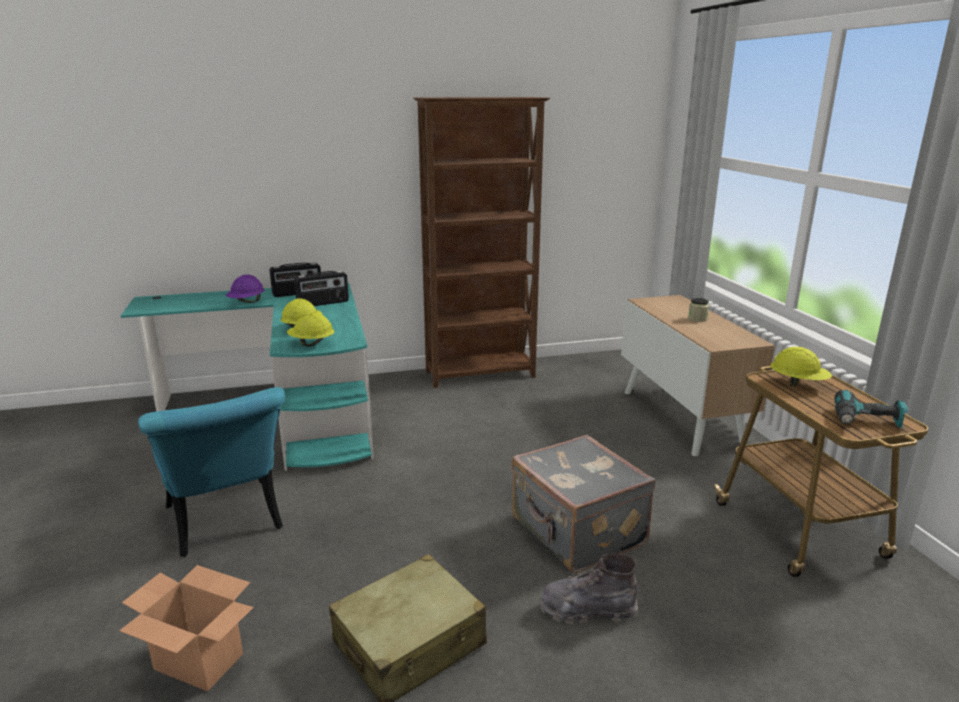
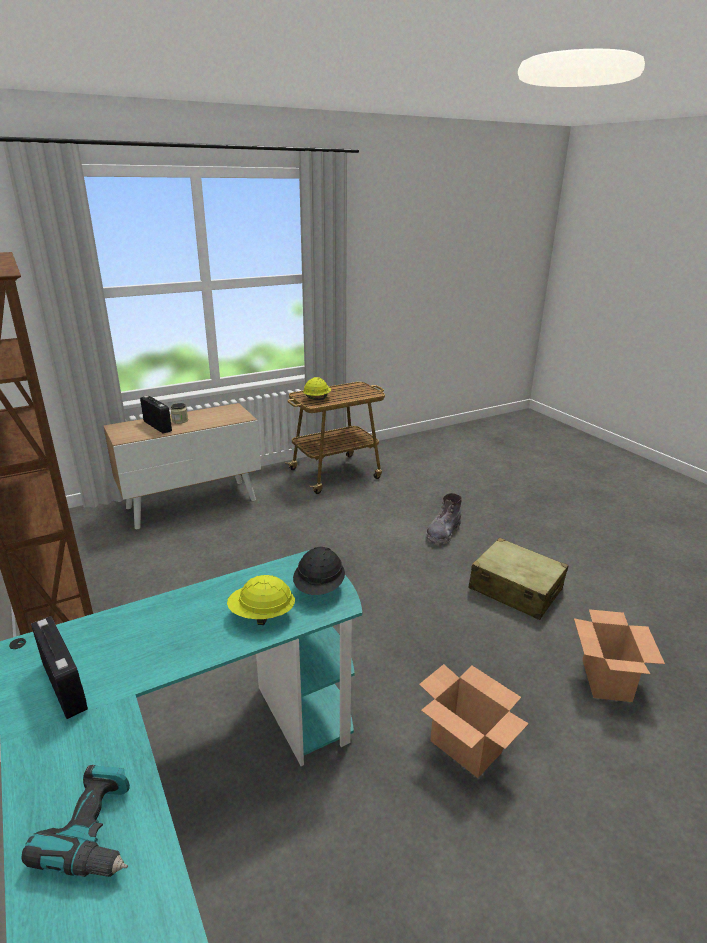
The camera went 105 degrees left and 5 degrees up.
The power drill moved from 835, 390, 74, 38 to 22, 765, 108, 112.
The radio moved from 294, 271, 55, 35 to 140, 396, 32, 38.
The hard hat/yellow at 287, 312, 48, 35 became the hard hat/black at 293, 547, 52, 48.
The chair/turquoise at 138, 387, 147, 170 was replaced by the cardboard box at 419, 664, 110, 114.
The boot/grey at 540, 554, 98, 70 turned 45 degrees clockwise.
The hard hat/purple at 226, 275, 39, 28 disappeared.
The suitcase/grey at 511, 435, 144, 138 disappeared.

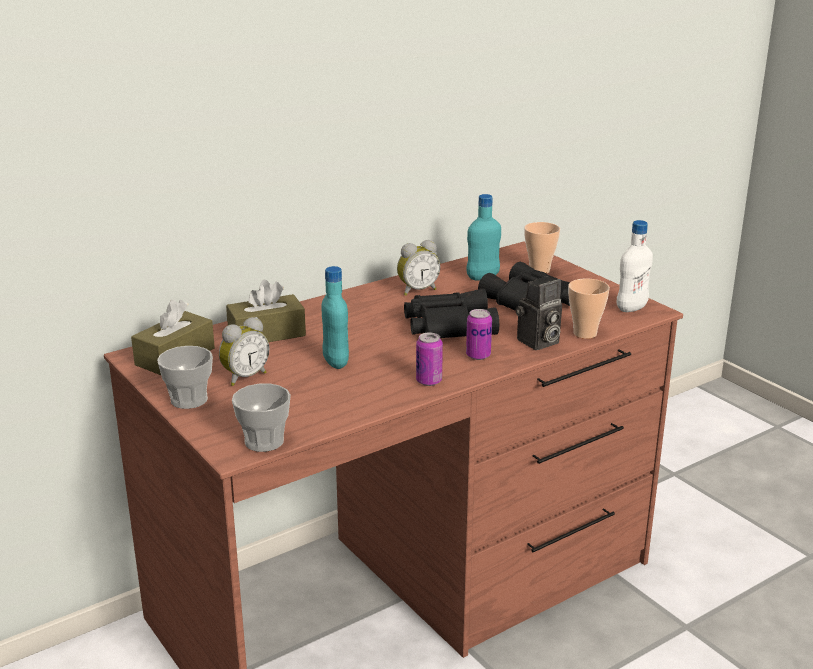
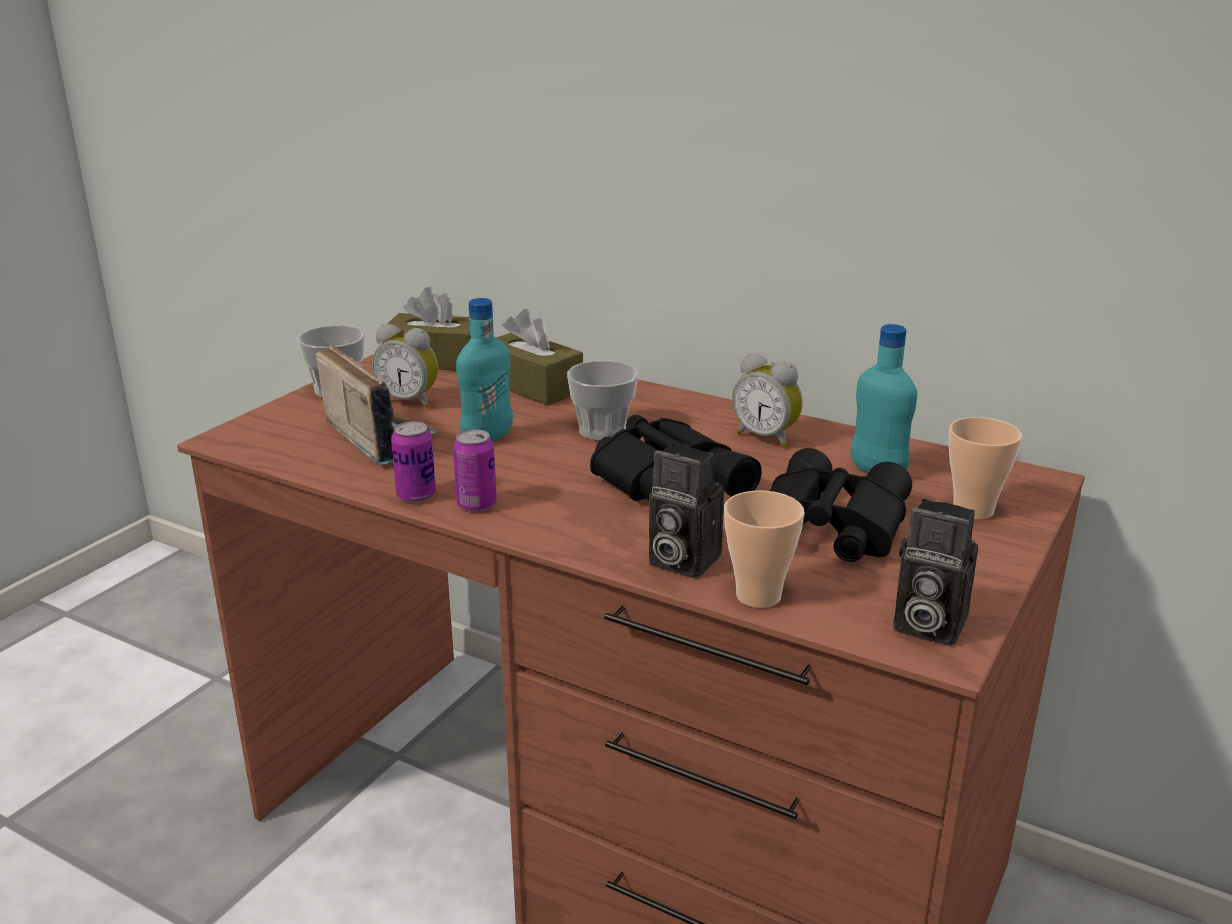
The camera went 65 degrees right and 0 degrees up.
The radio at 315, 345, 123, 120 appeared.
The can moved from 466, 309, 26, 51 to 391, 421, 45, 82.
The cup moved from 232, 383, 59, 69 to 567, 360, 71, 81.
The bottle/white at 617, 220, 36, 92 was replaced by the photo camera at 894, 499, 84, 147.

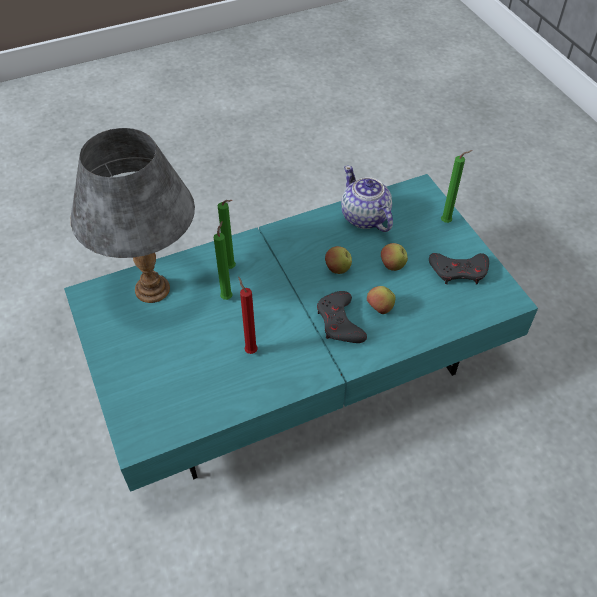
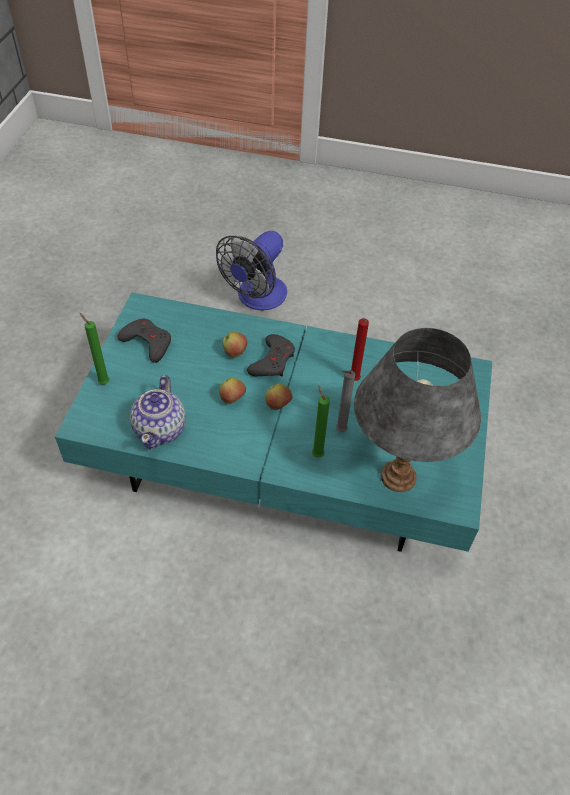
The camera went 145 degrees left and 0 degrees up.
The fan at 216, 231, 71, 80 appeared.
The apple moved from 381, 243, 27, 28 to 266, 384, 26, 26.
The candle/green at 214, 221, 19, 79 became the candle/grey at 336, 370, 19, 62.

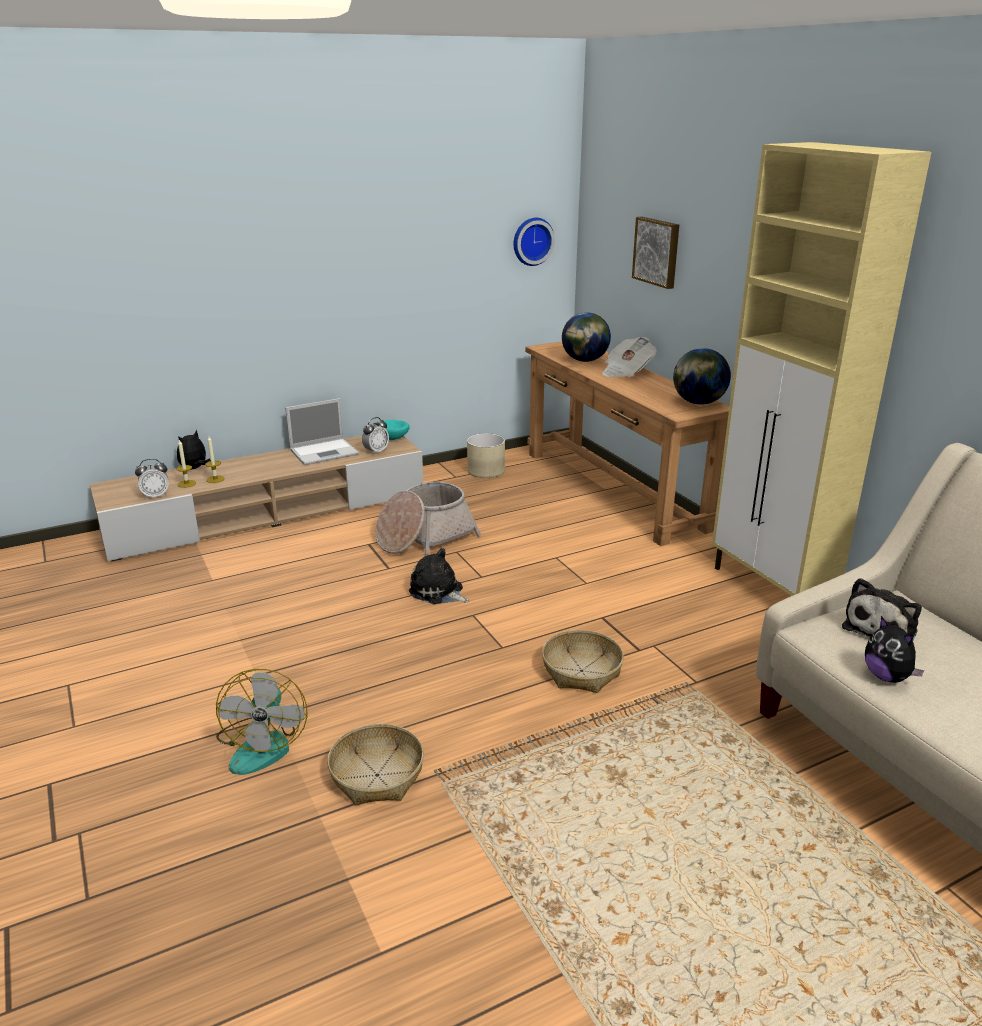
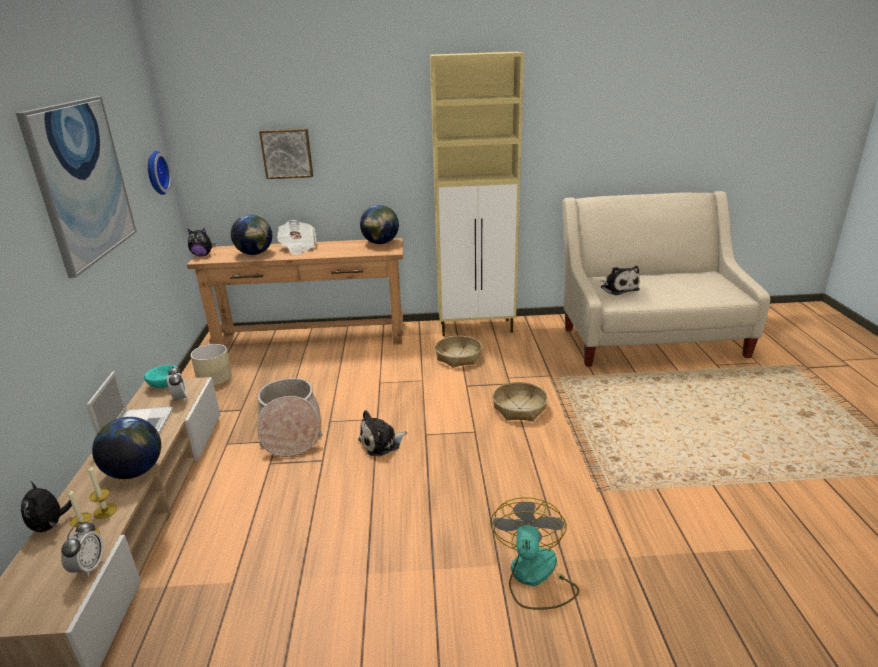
The camera went 65 degrees left and 0 degrees up.
The picture at 16, 96, 121, 182 appeared.
The globe at 92, 417, 69, 62 appeared.
The plush toy moved from 865, 616, 59, 67 to 188, 228, 28, 28.
The basket moved from 327, 724, 97, 81 to 435, 336, 47, 32.
The fan at 216, 669, 91, 106 turned 105 degrees counterclockwise.

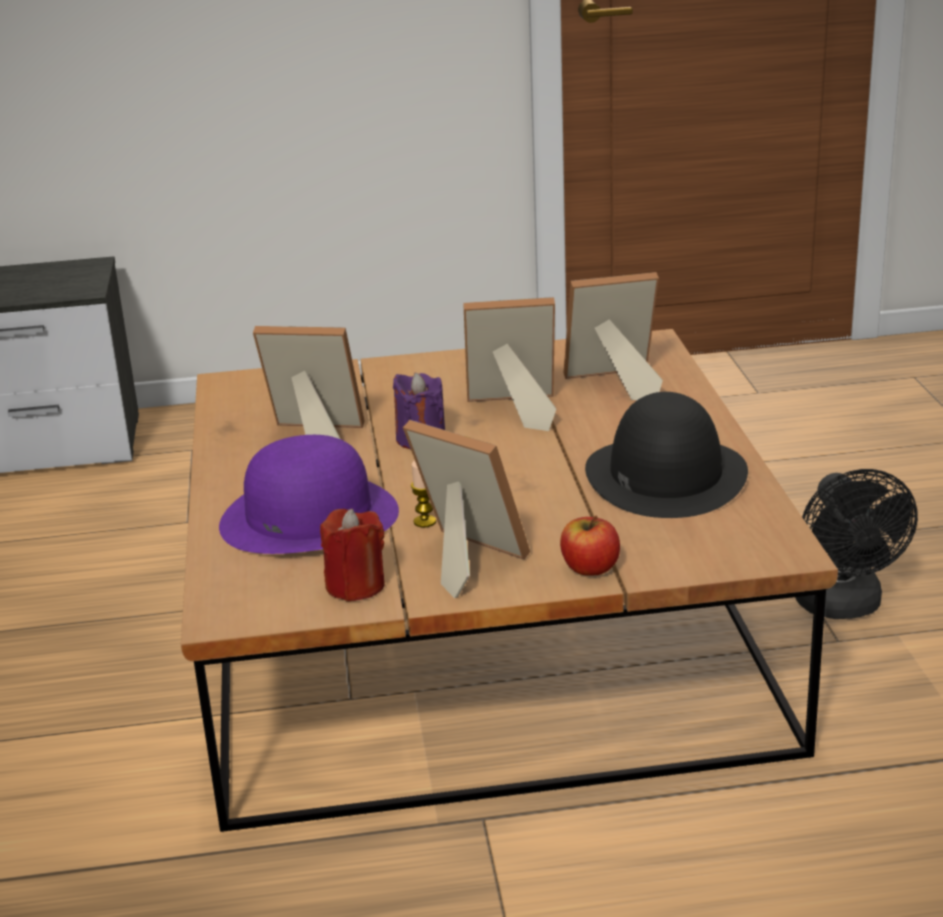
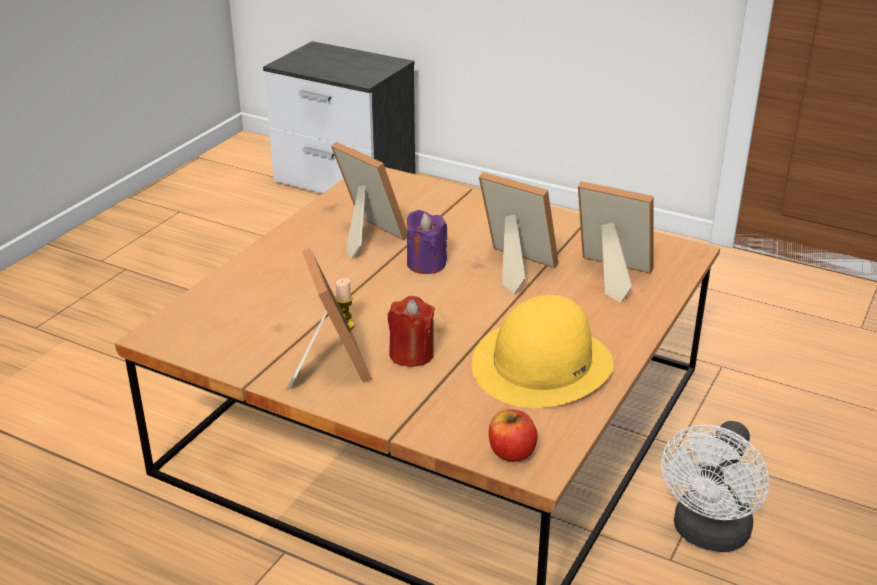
The camera went 35 degrees right and 5 degrees up.
The candle/red moved from 320, 509, 65, 93 to 388, 296, 47, 71.
The hat/black at 585, 392, 163, 126 became the hat/yellow at 472, 295, 142, 113.
The apple moved from 560, 516, 60, 60 to 489, 409, 48, 53.
The fan/black at 795, 469, 123, 150 became the fan/white at 661, 421, 108, 131.
The hat/purple at 219, 435, 180, 119 disappeared.

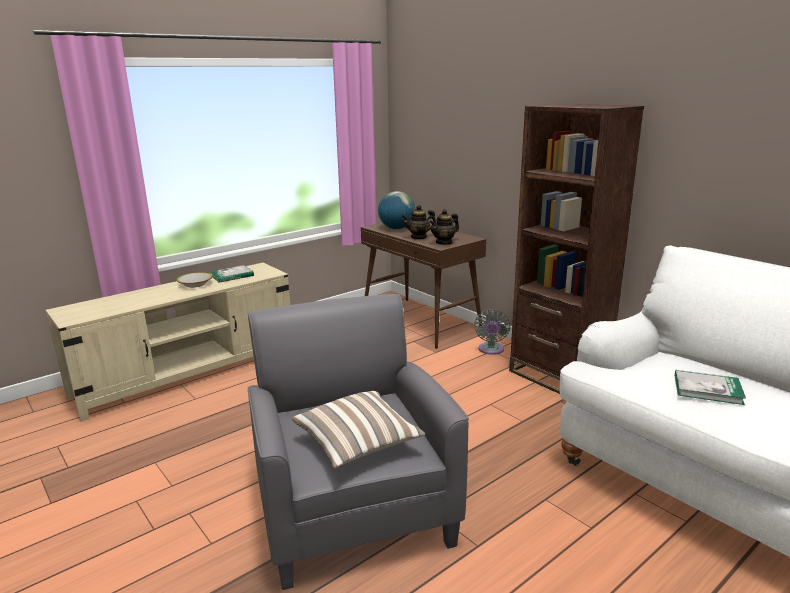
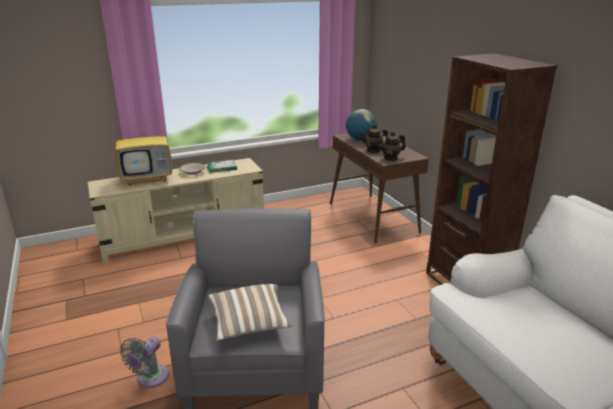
The camera went 15 degrees right and 5 degrees up.
The television at 115, 114, 57, 71 appeared.
The fan/grey moved from 474, 309, 36, 46 to 120, 337, 49, 51.
The book at 675, 370, 71, 35 disappeared.

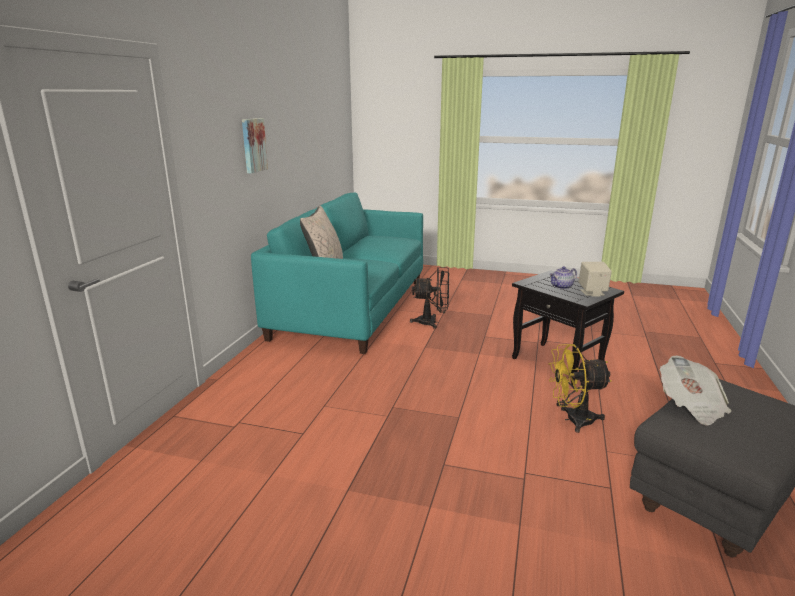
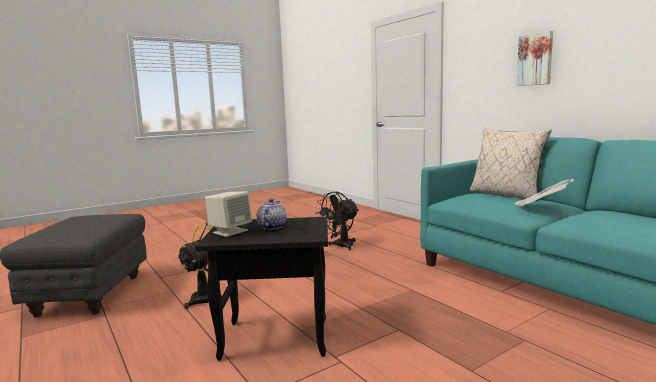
The camera went 130 degrees right and 10 degrees down.
The fan/black moved from 410, 267, 39, 62 to 315, 192, 44, 58.
The newspaper moved from 660, 356, 71, 70 to 515, 179, 59, 27.

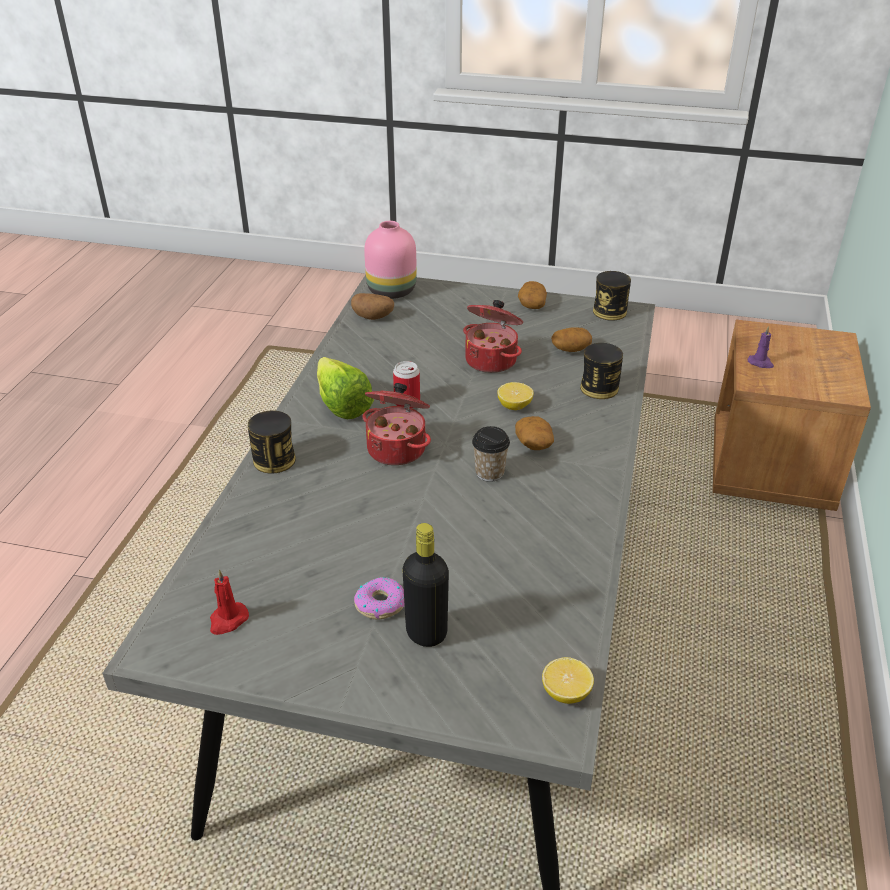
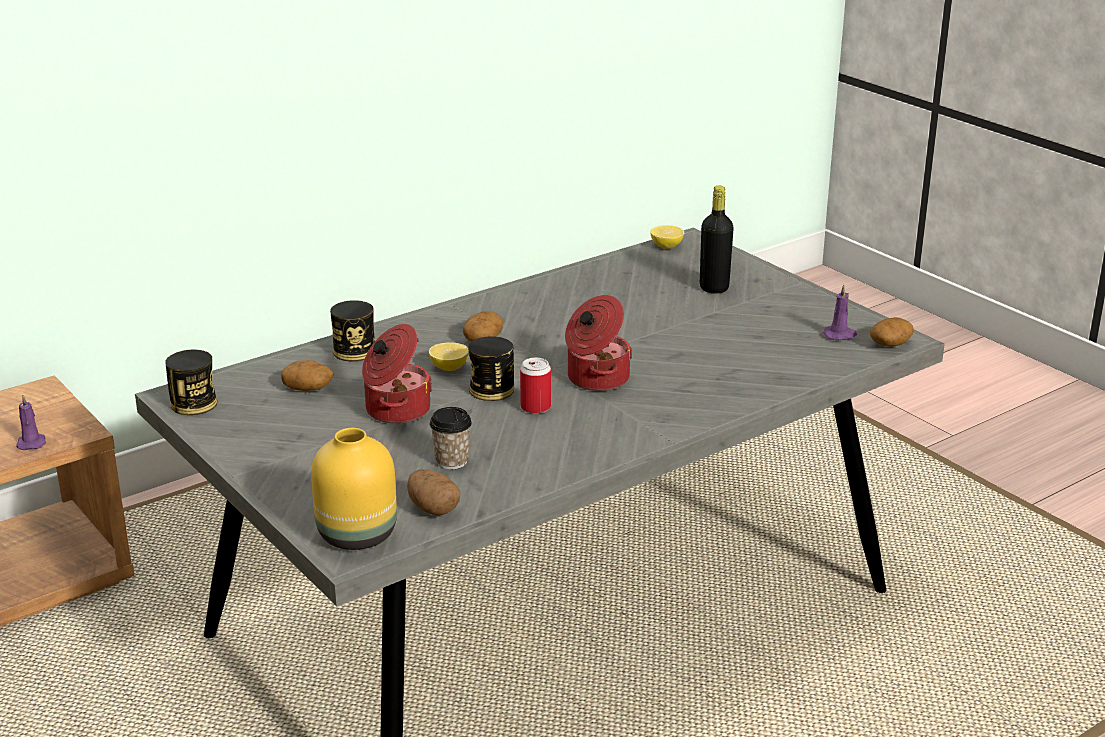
The camera went 140 degrees left and 10 degrees down.
The vase/pink at 364, 221, 53, 78 became the vase/yellow at 311, 428, 86, 122.
The cup moved from 472, 426, 38, 56 to 429, 407, 43, 62.
The can moved from 248, 410, 48, 64 to 468, 336, 46, 65.
The candle/red at 210, 570, 39, 65 became the candle/purple at 823, 284, 34, 56.
The potato moved from 518, 281, 29, 28 to 870, 317, 44, 30.
The lettuce at 317, 357, 57, 62 disappeared.
The donut at 354, 577, 51, 43 disappeared.

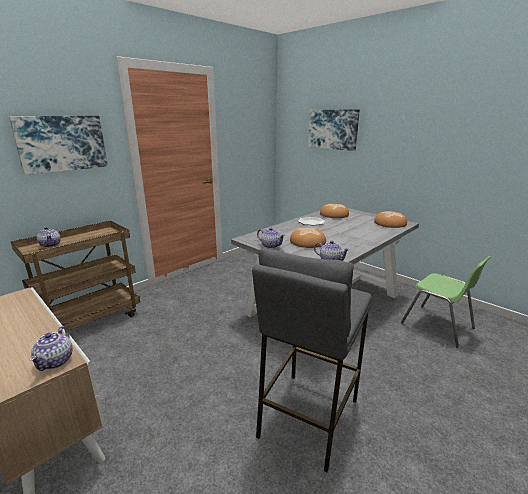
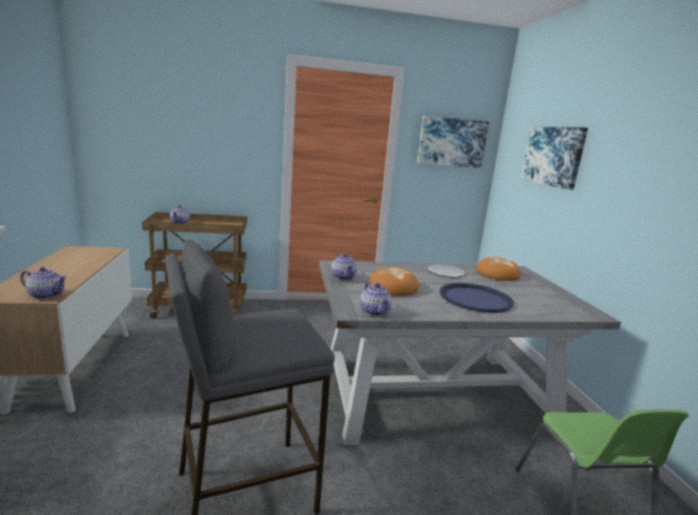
The camera went 35 degrees right and 5 degrees down.
The teapot at 29, 326, 44, 45 turned 120 degrees counterclockwise.
The picture moved from 9, 116, 99, 59 to 417, 116, 72, 52.
The tray/blue at 440, 283, 74, 30 appeared.
The bread at 374, 211, 33, 17 disappeared.

